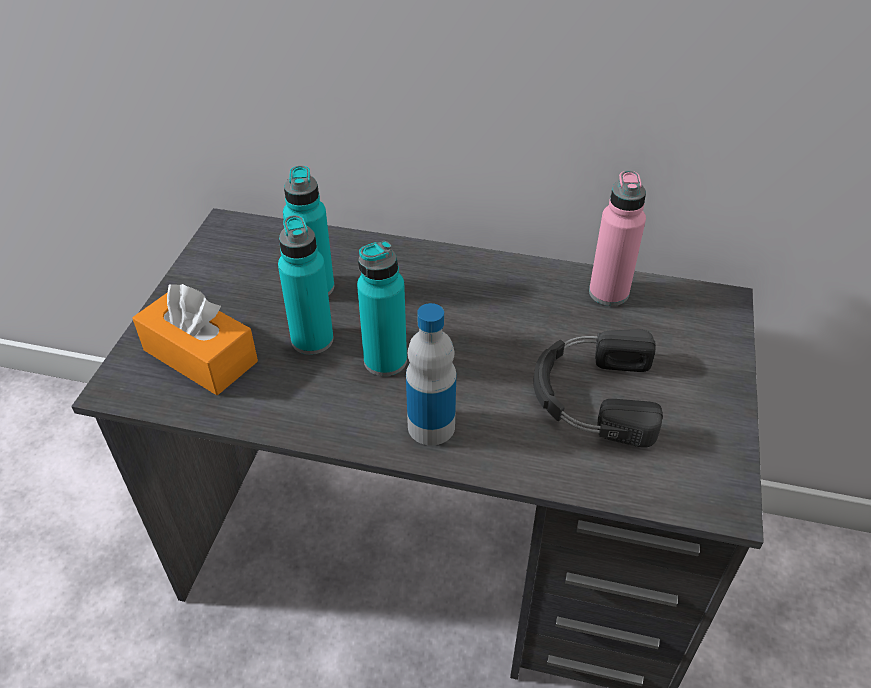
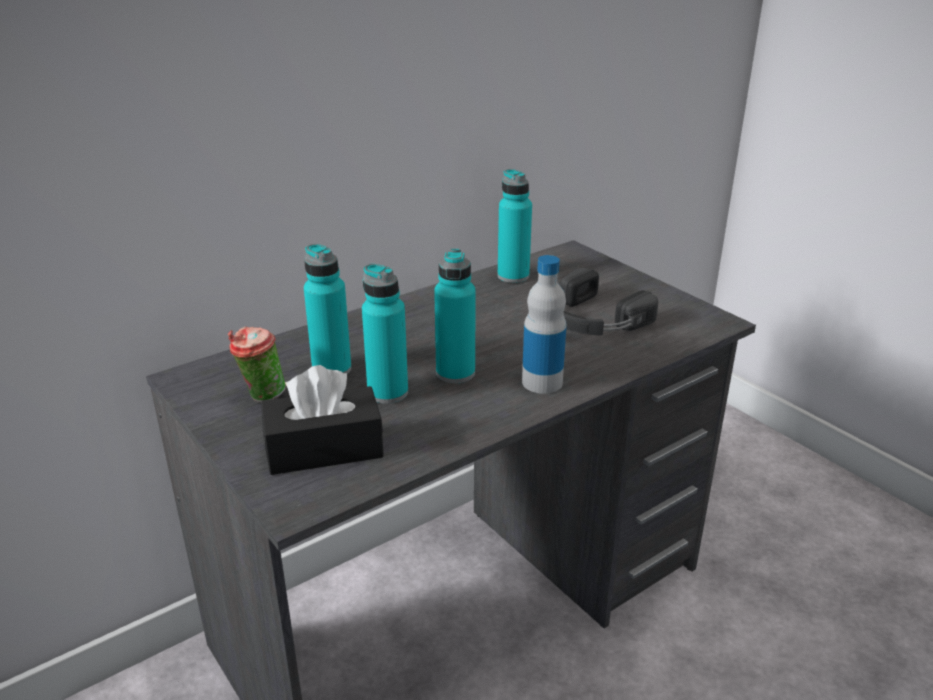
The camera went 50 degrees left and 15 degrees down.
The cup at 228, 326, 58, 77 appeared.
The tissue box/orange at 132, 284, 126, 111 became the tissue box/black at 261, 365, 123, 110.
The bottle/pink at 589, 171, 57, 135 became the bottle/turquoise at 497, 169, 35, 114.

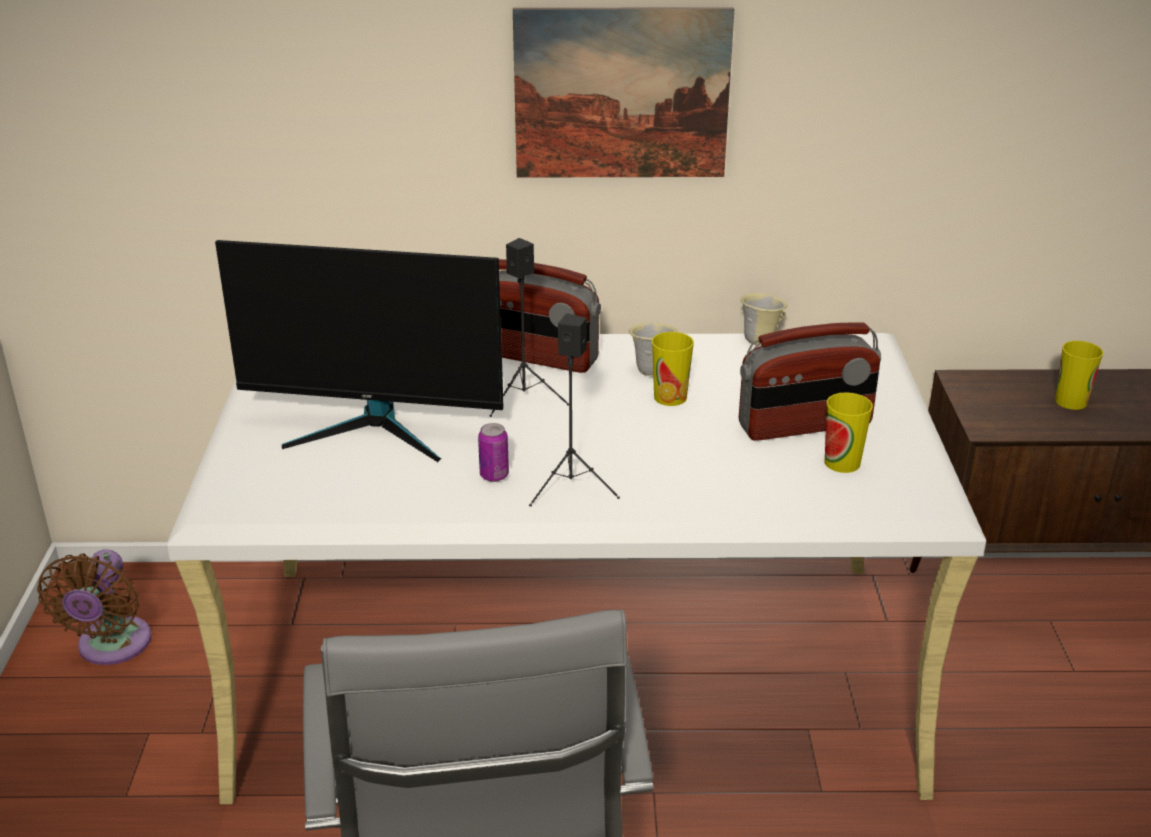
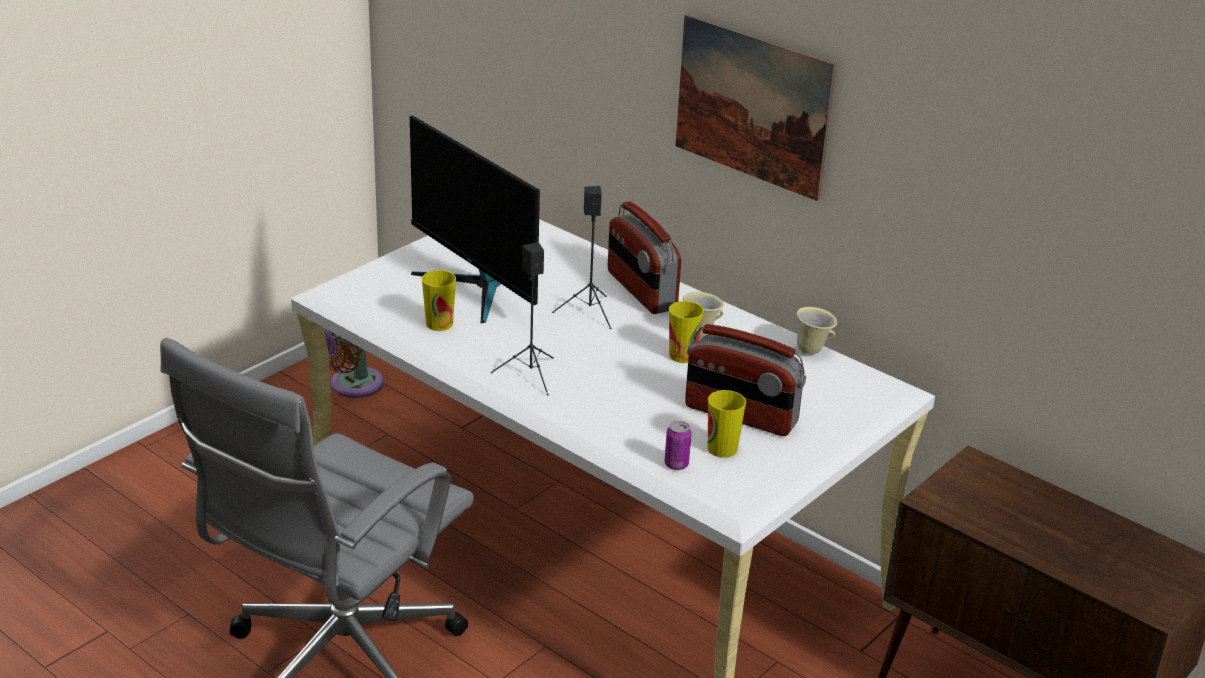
The camera went 40 degrees right and 0 degrees up.
The cup moved from 1055, 341, 48, 69 to 422, 270, 34, 61.
The can moved from 478, 423, 31, 59 to 665, 421, 26, 49.

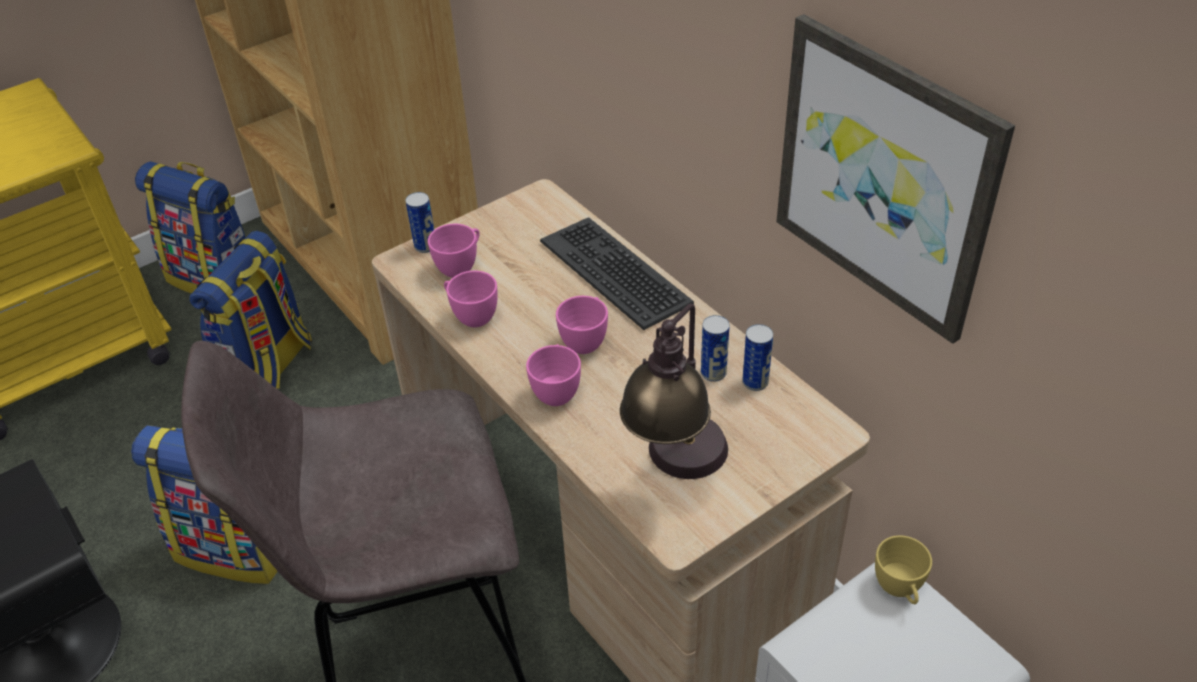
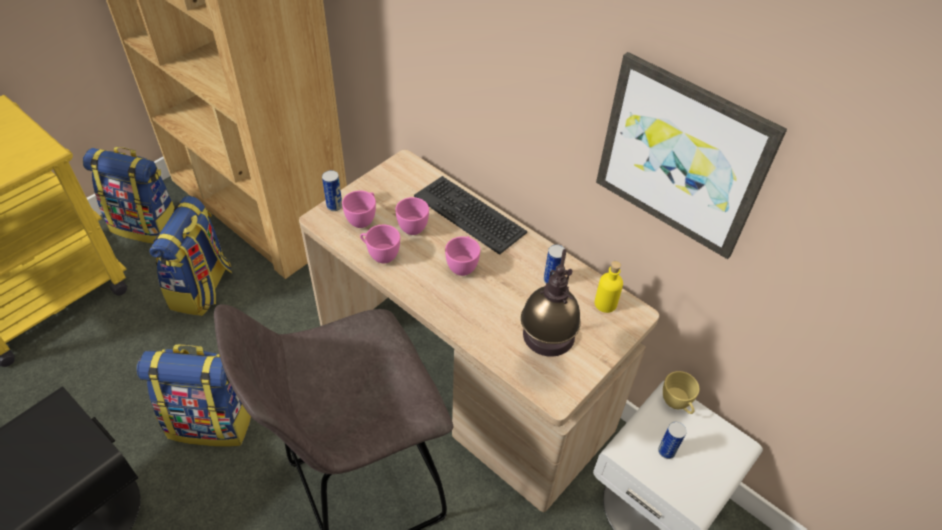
The camera went 15 degrees left and 5 degrees up.
The cup/pink moved from 526, 344, 55, 62 to 395, 197, 34, 38.
The bottle/yellow at 595, 261, 28, 52 appeared.
The can moved from 742, 324, 31, 67 to 658, 422, 29, 37.

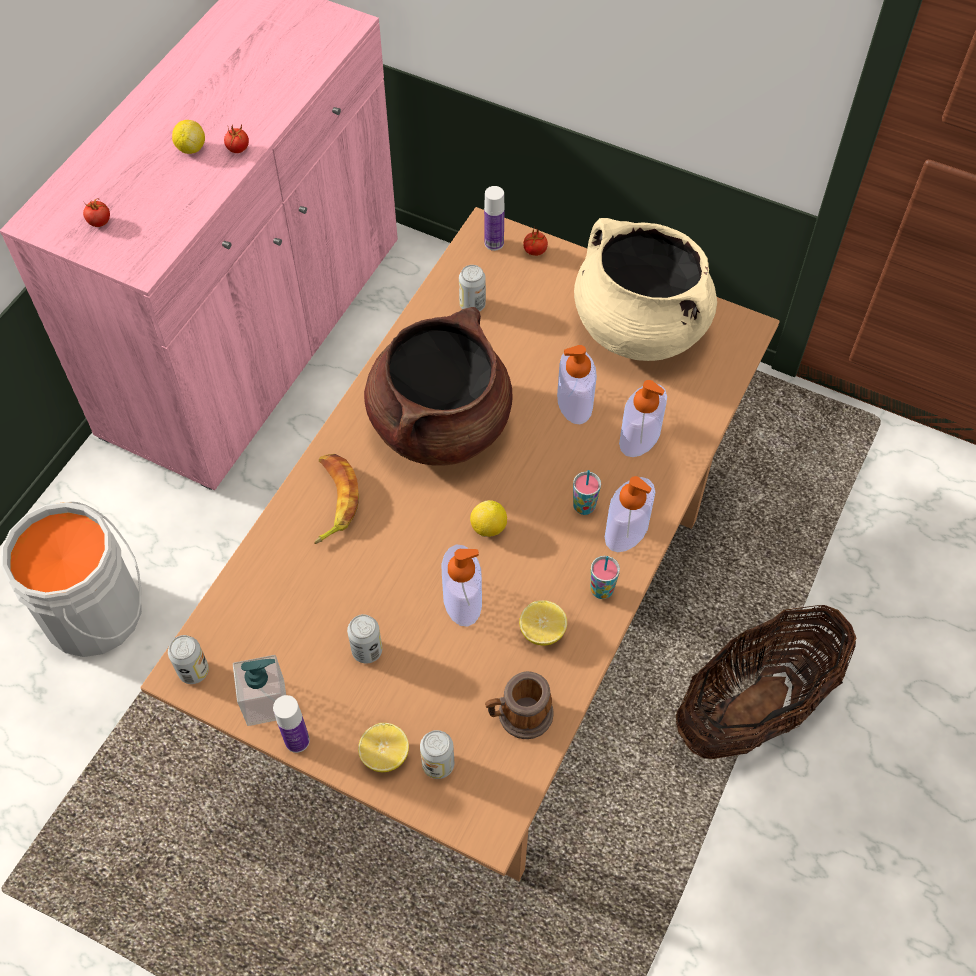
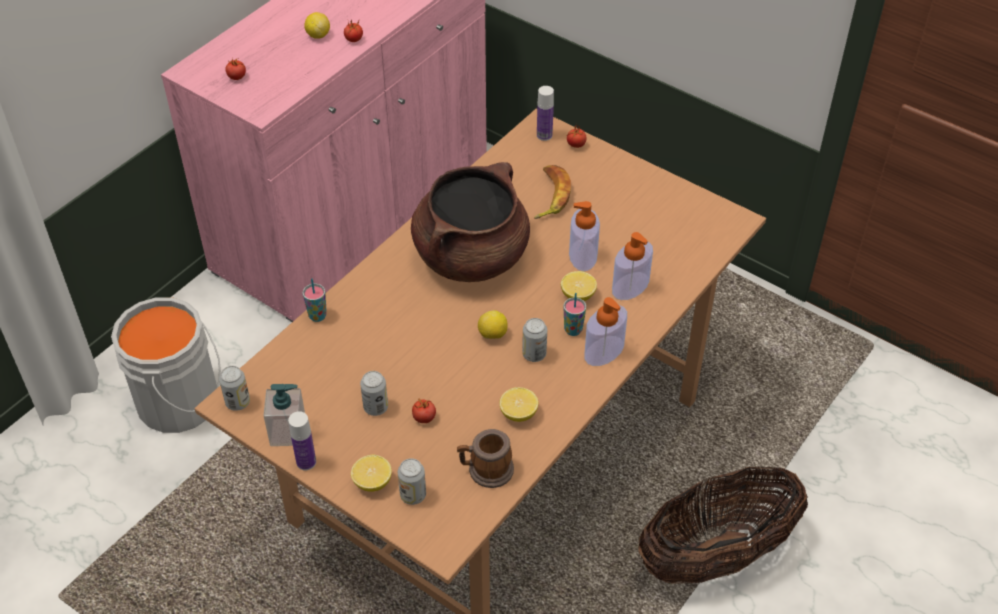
The camera went 10 degrees right and 10 degrees down.
The cup moved from 590, 556, 30, 43 to 303, 279, 24, 43.
The tomato at 412, 398, 24, 25 appeared.
The can moved from 459, 265, 27, 47 to 522, 318, 25, 44.
The banana moved from 314, 454, 45, 90 to 534, 165, 37, 54.
The lemon at 561, 271, 36, 30 appeared.
The soap dispenser at 441, 544, 41, 83 disappeared.
The cooking pot/beige at 574, 218, 143, 143 disappeared.

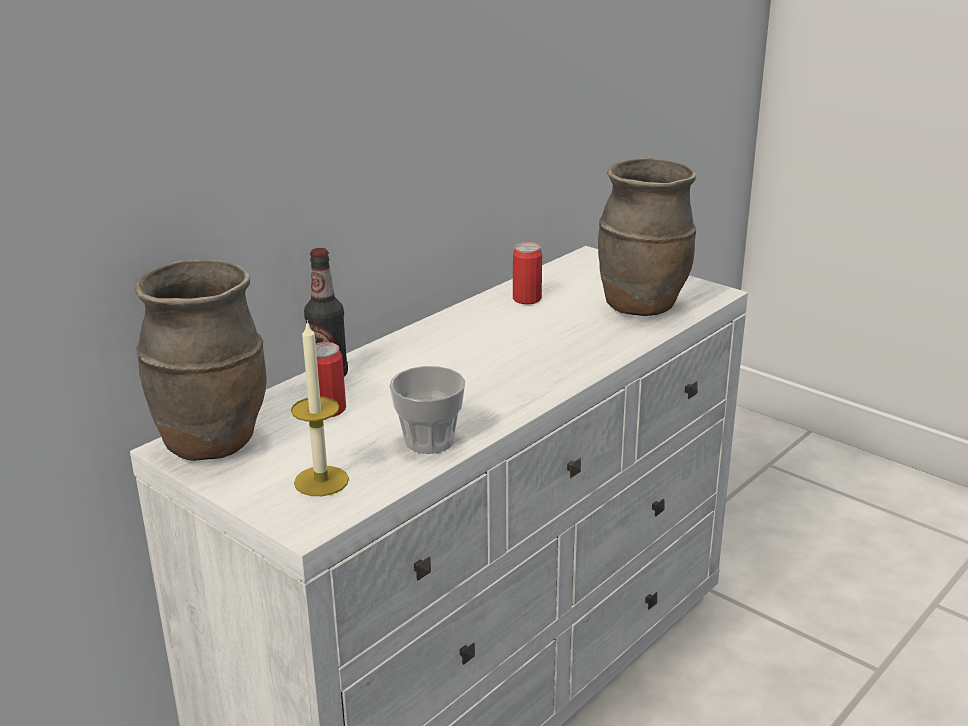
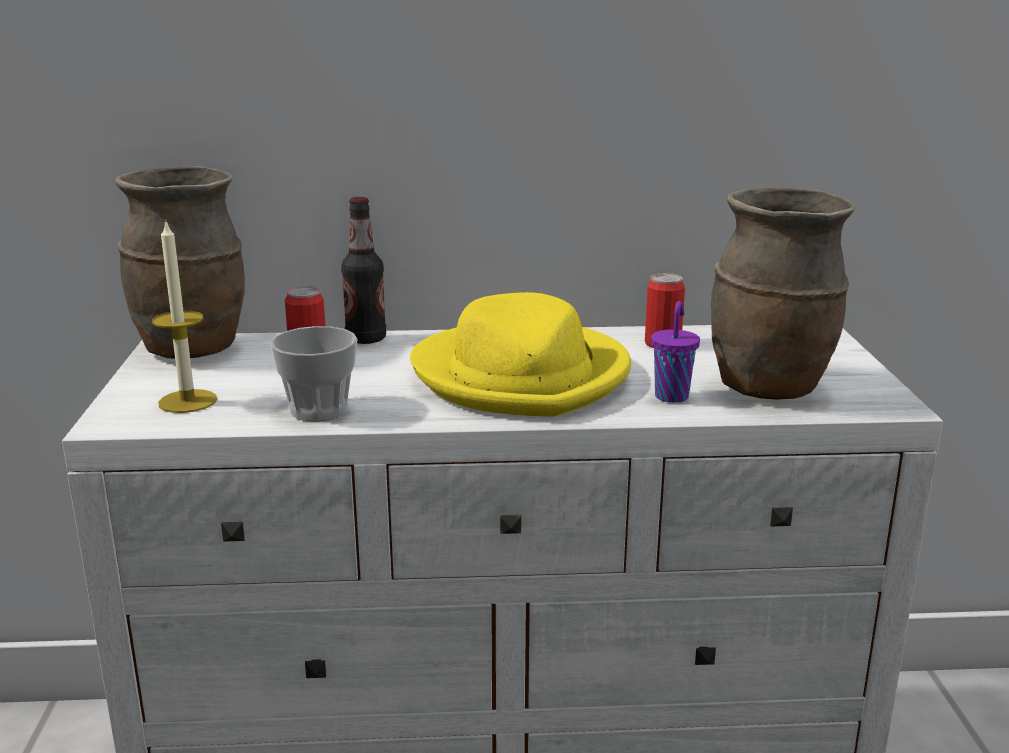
The camera went 45 degrees right and 5 degrees down.
The hat/yellow at 410, 292, 221, 125 appeared.
The cup/purple at 651, 301, 49, 102 appeared.

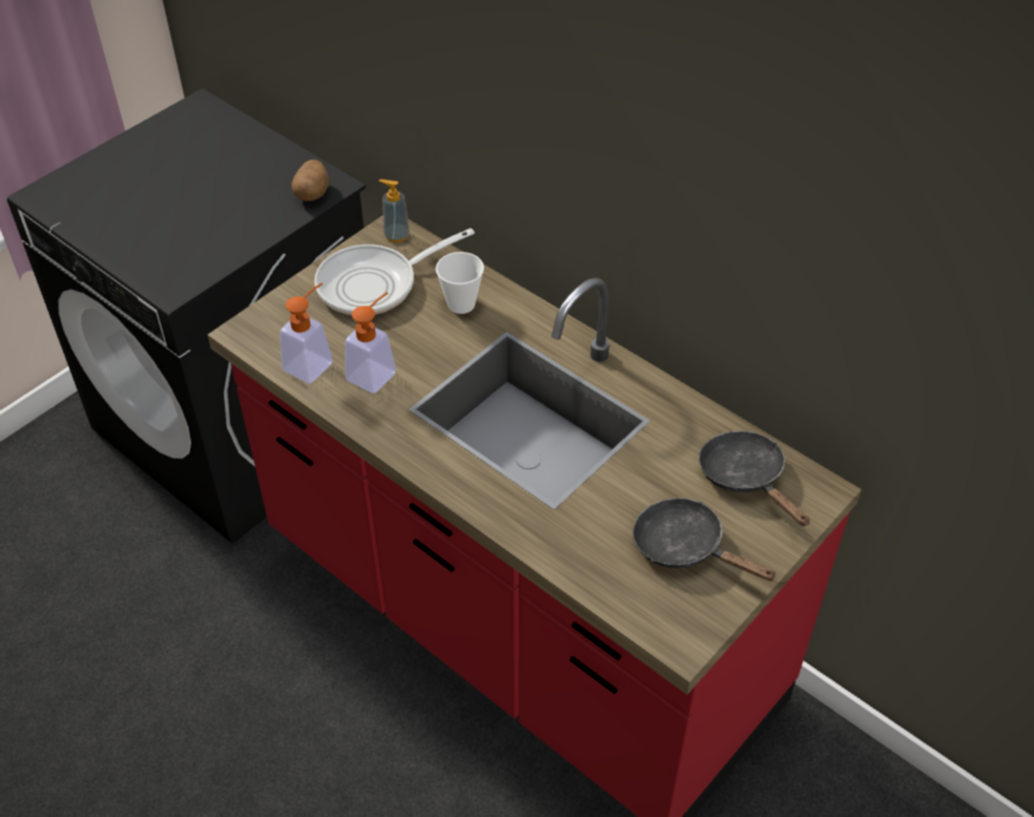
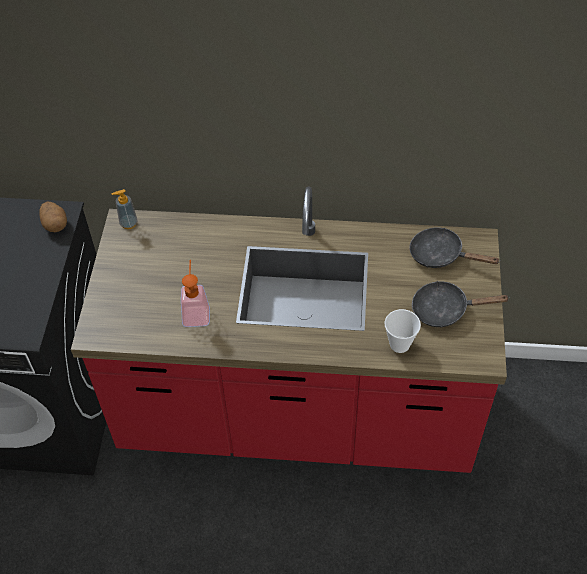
The camera went 35 degrees left and 5 degrees up.
The cup moved from 436, 252, 48, 62 to 385, 309, 36, 44.
The soap dispenser at 280, 283, 53, 100 disappeared.
The frying pan at 314, 228, 161, 87 disappeared.

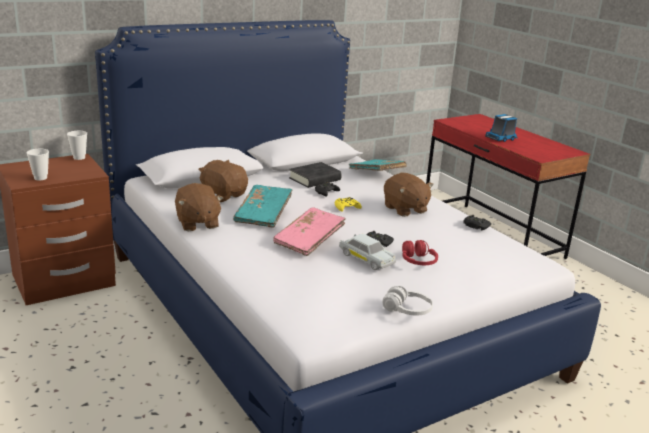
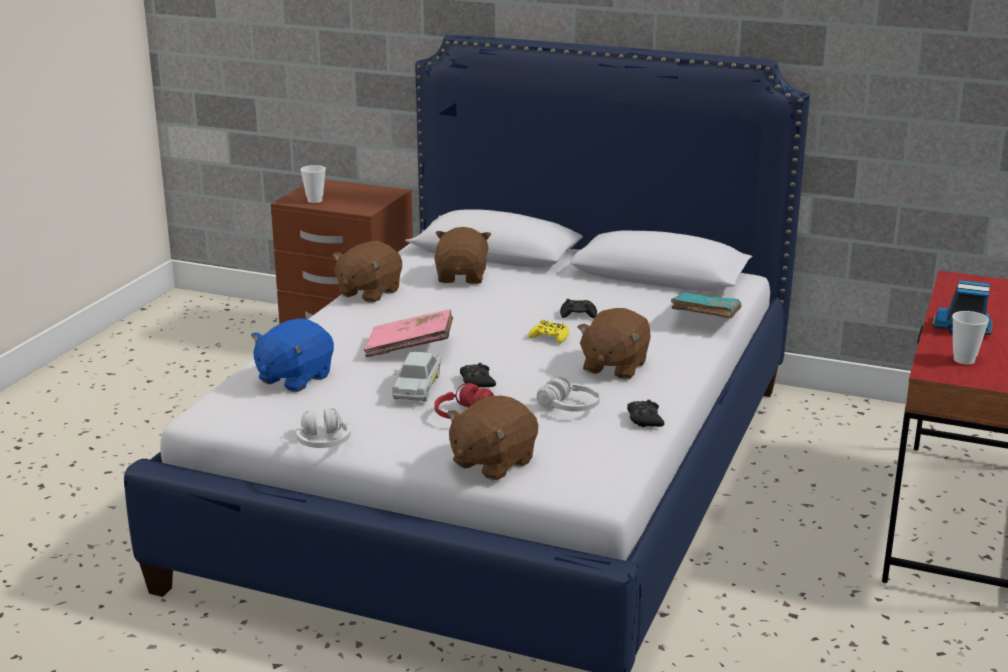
The camera went 55 degrees right and 0 degrees up.
The plush toy/blue at 251, 318, 83, 74 appeared.
The plush toy/brown at 447, 395, 91, 85 appeared.
The headphones/white at 537, 377, 63, 35 appeared.
The cup moved from 67, 131, 20, 29 to 952, 311, 37, 53.
The book/turquoise at 233, 185, 59, 43 disappeared.
The book/black at 289, 162, 53, 26 disappeared.

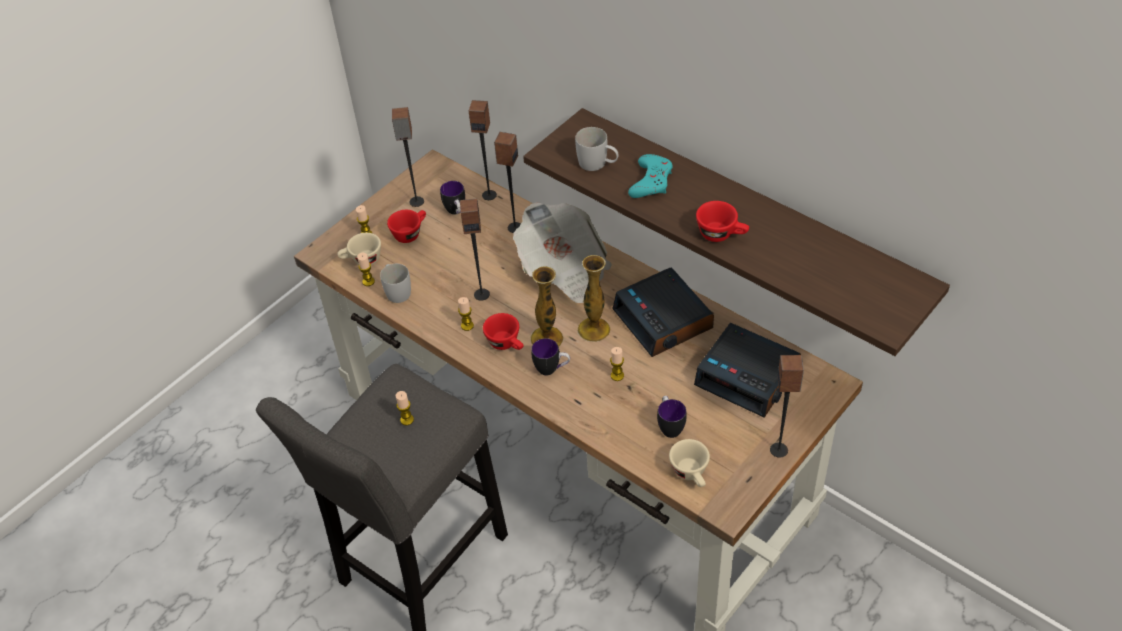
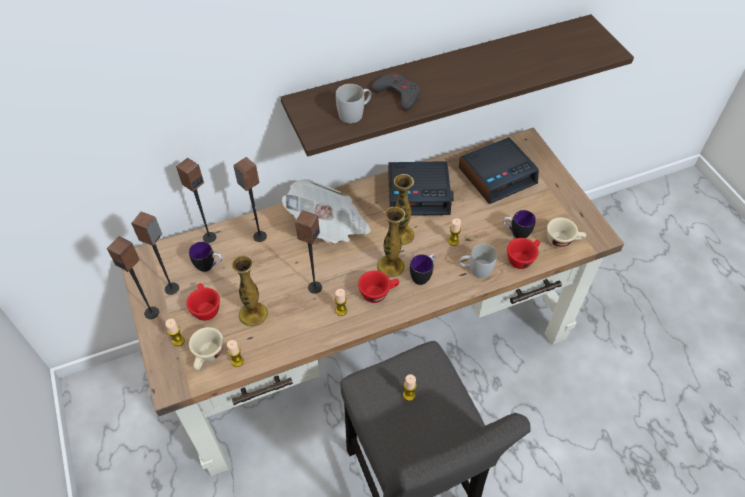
The camera went 65 degrees left and 5 degrees up.
The speaker moved from 770, 355, 34, 103 to 107, 236, 52, 83.
The vase at 232, 255, 36, 72 appeared.
The game controller/turquoise at 628, 154, 45, 44 became the game controller/grey at 371, 73, 50, 38.
The mug/white moved from 380, 264, 31, 39 to 460, 244, 37, 34.
The cup/red moved from 696, 201, 53, 41 to 507, 238, 33, 31.

